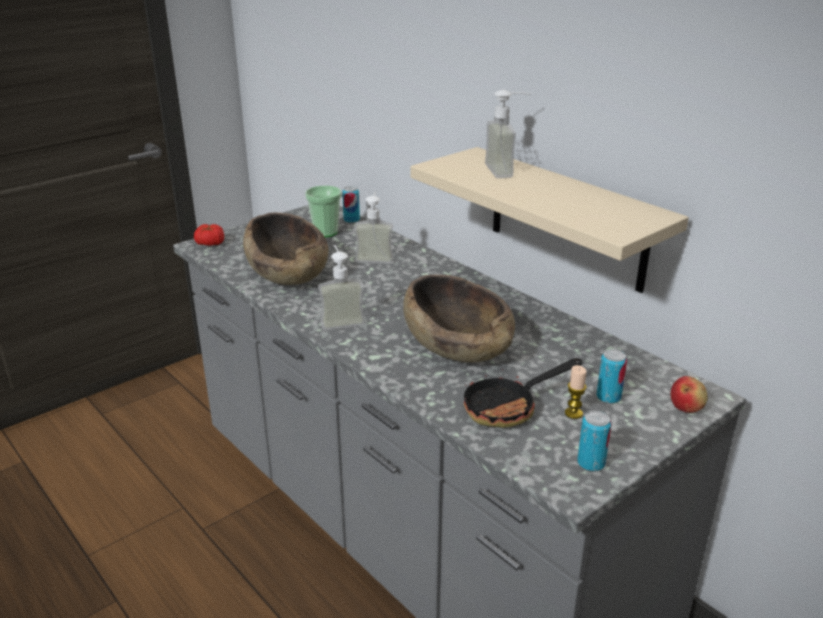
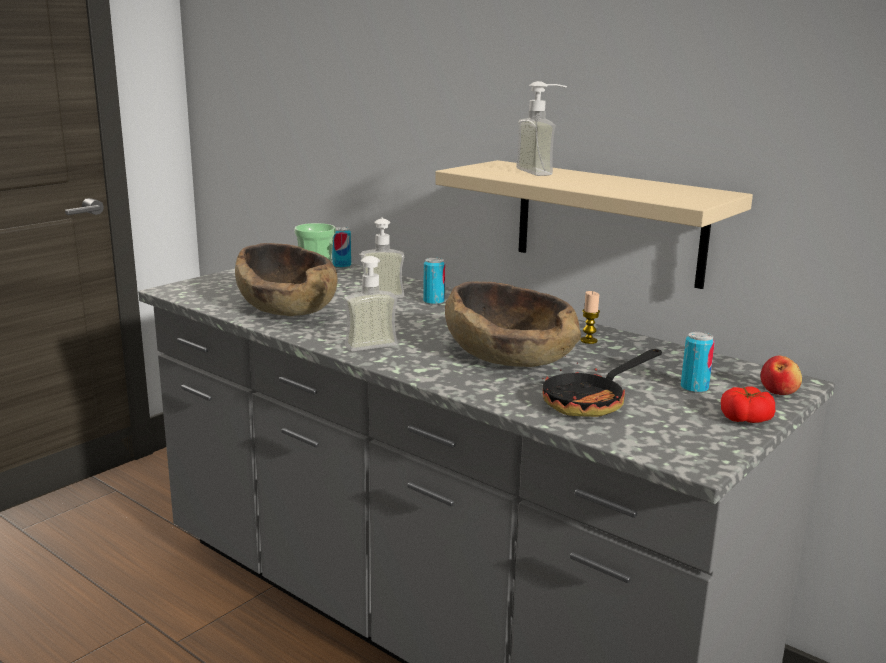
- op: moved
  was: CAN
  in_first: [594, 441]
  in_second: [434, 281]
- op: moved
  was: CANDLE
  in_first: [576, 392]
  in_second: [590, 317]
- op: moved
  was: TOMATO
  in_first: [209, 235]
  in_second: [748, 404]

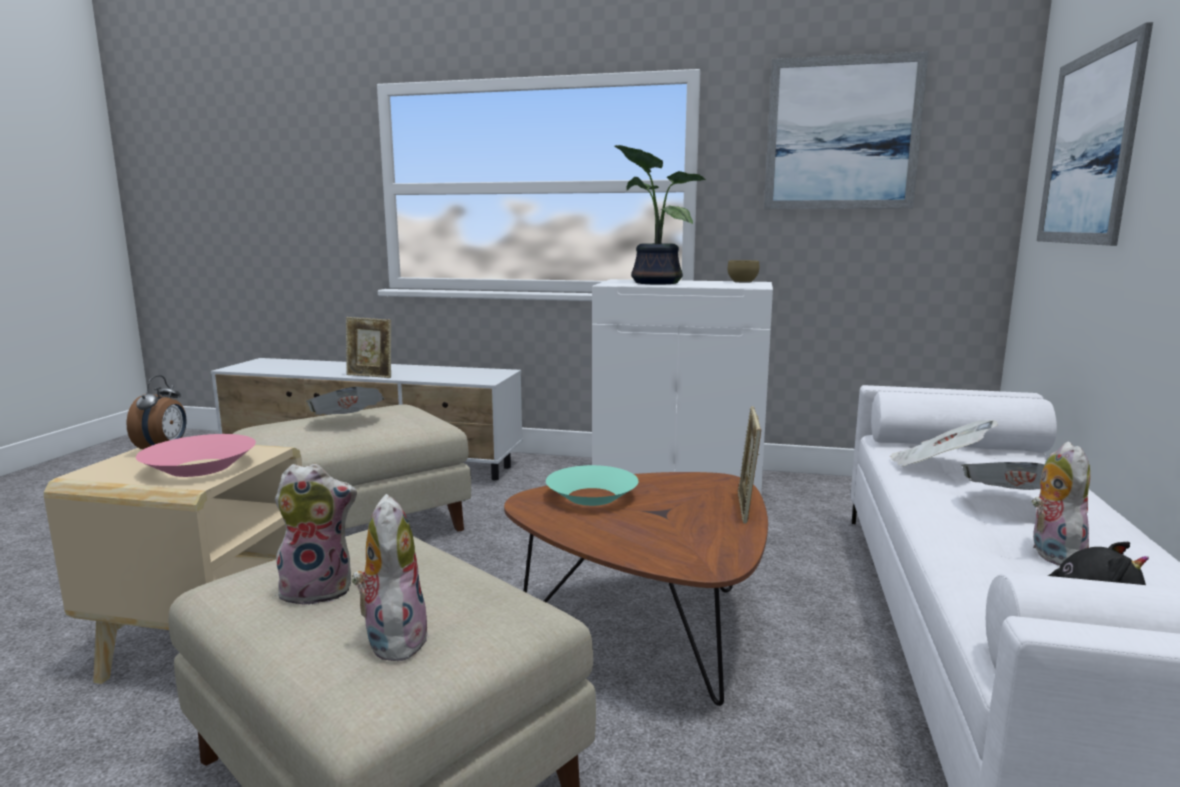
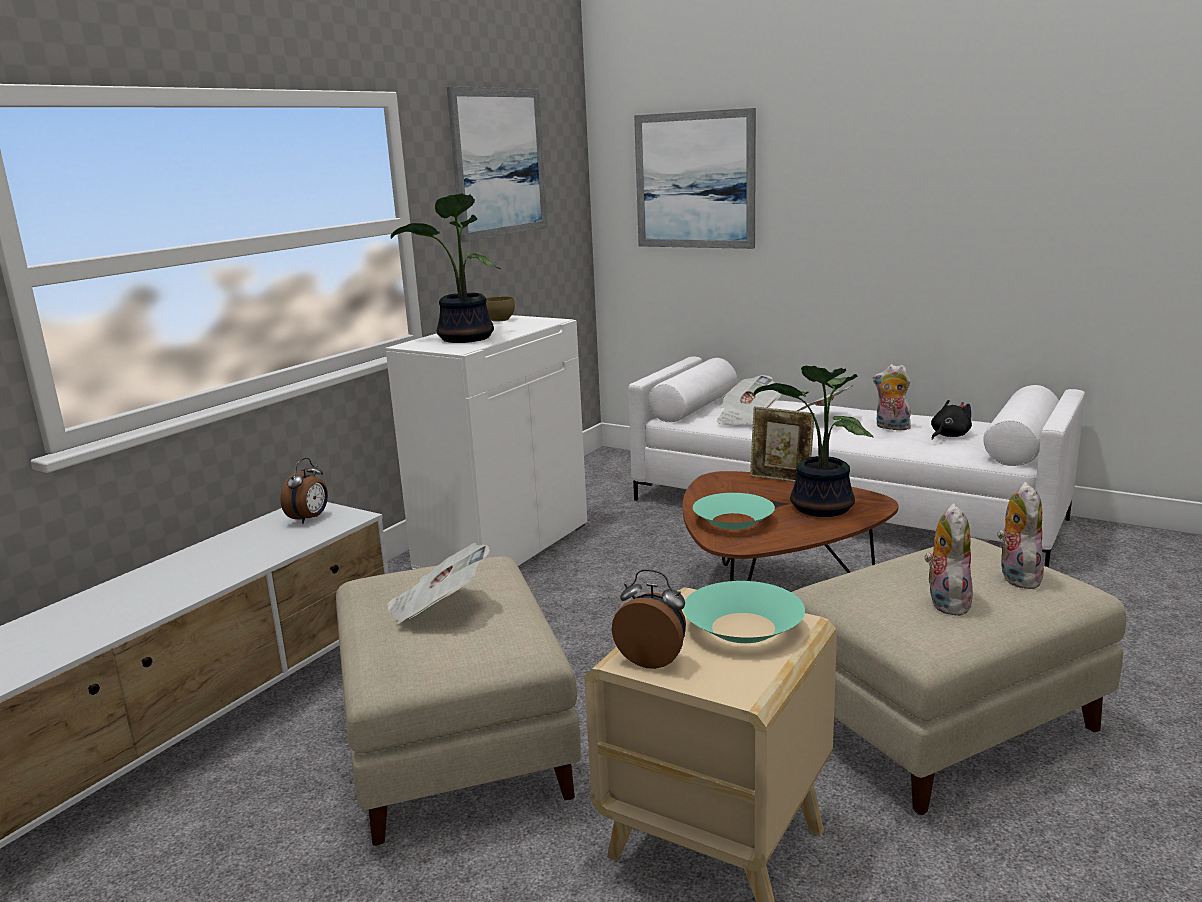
- op: added
  now: ALARM CLOCK
  in_second: [304, 491]
- op: recoloured
  was: PINK BOWL
  now: TURQUOISE BOWL
  in_first: [196, 455]
  in_second: [744, 612]
- op: added
  now: POTTED PLANT
  in_second: [813, 441]
- op: turned
  was: PLUSH TOY
  in_first: [390, 577]
  in_second: [1020, 535]
  clockwise: 90
- op: removed
  was: PICTURE FRAME
  in_first: [368, 347]

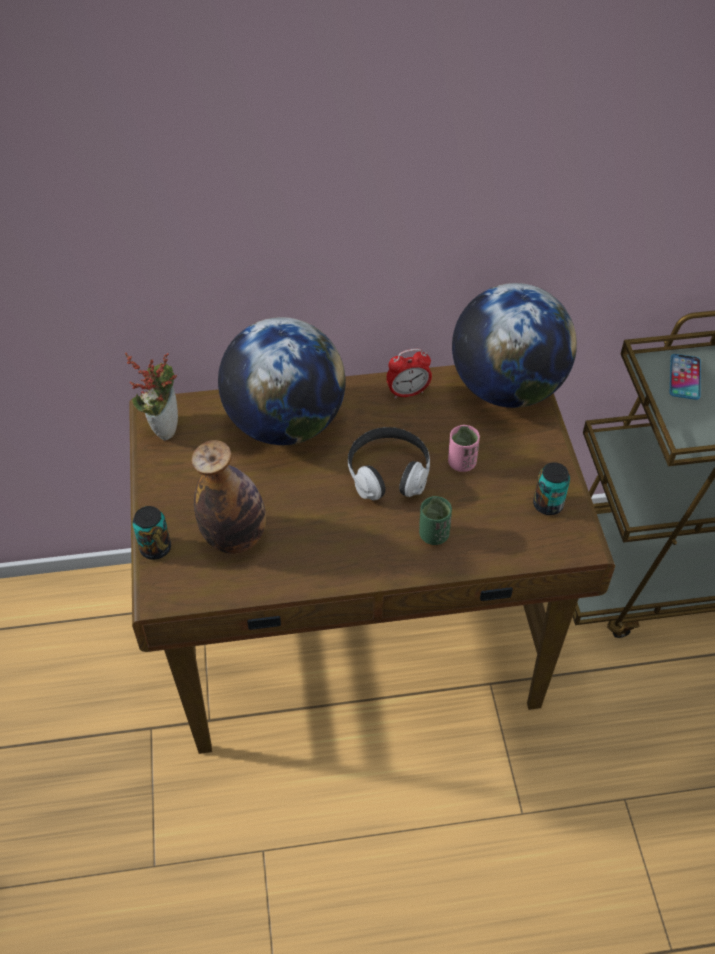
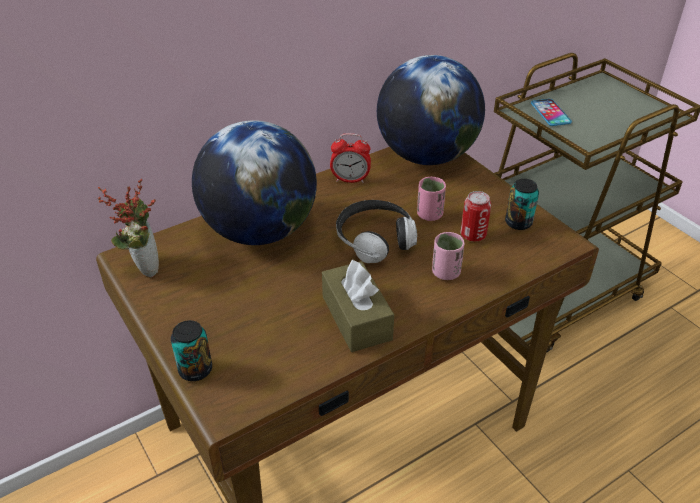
- op: added
  now: BROWN TISSUE BOX
  in_second: [358, 306]
- op: turned
  was: ALARM CLOCK
  in_first: [409, 374]
  in_second: [350, 158]
  clockwise: 45
- op: recoloured
  was: GREEN CUP
  now: PINK CUP
  in_first: [435, 520]
  in_second: [448, 256]
- op: added
  now: CAN
  in_second: [476, 216]
- op: removed
  was: BOTTLE
  in_first: [229, 497]

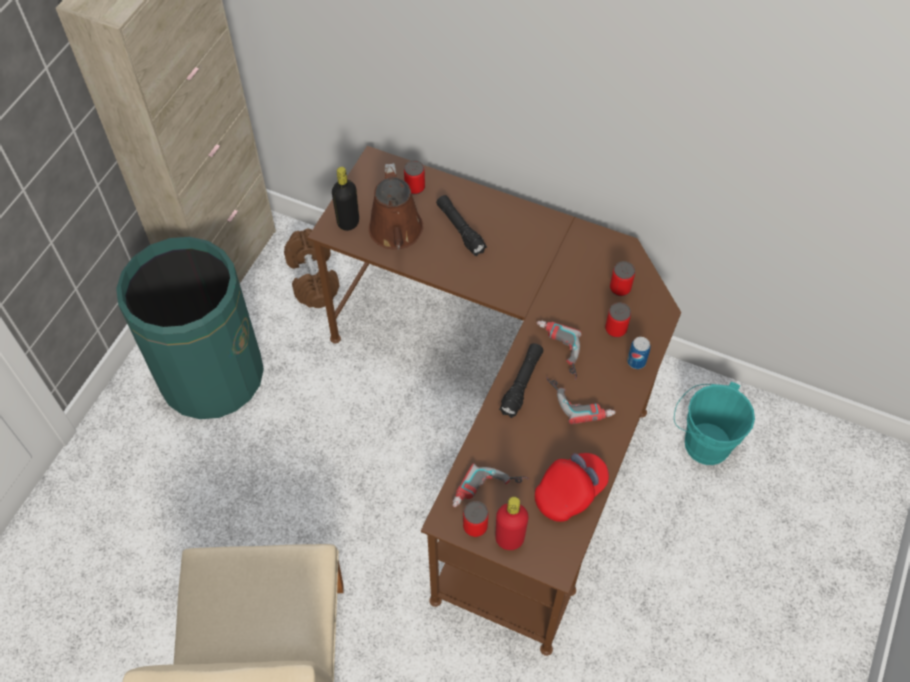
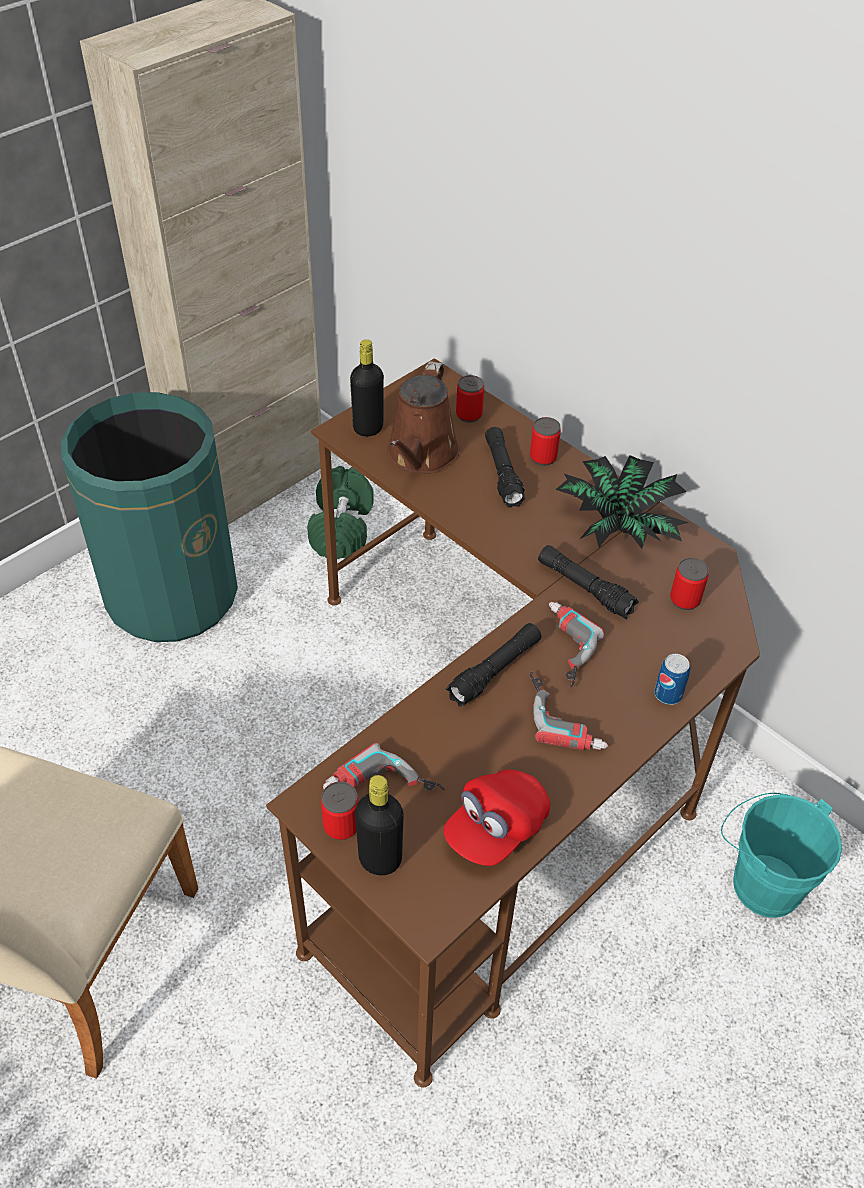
- op: recoloured
  was: BROWN DUMBBELL
  now: GREEN DUMBBELL
  in_first: [312, 268]
  in_second: [340, 512]
- op: recoloured
  was: RED BOTTLE
  now: BLACK BOTTLE
  in_first: [512, 523]
  in_second: [379, 825]
- op: turned
  was: RED CAP
  in_first: [572, 487]
  in_second: [497, 818]
  clockwise: 150
- op: moved
  was: CAN
  in_first: [618, 320]
  in_second: [545, 441]
- op: added
  now: BLACK FLASHLIGHT
  in_second: [588, 582]
- op: added
  now: POTTED PLANT
  in_second: [622, 502]

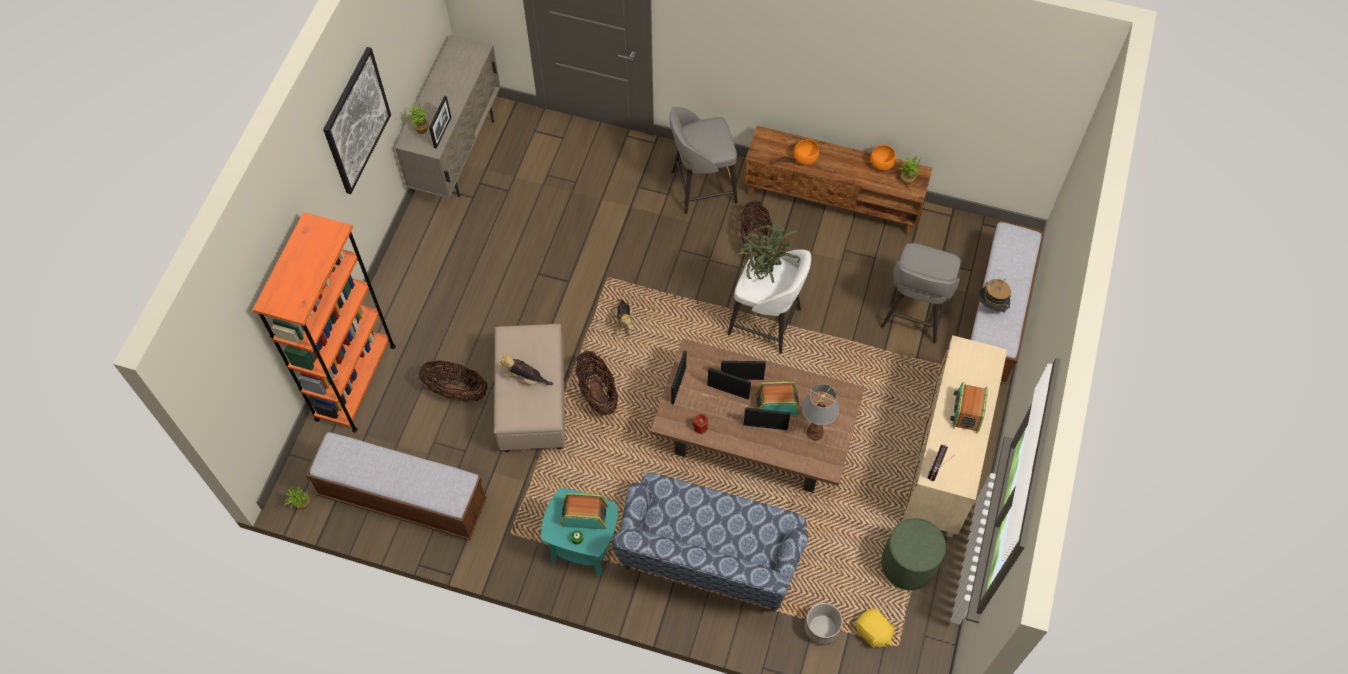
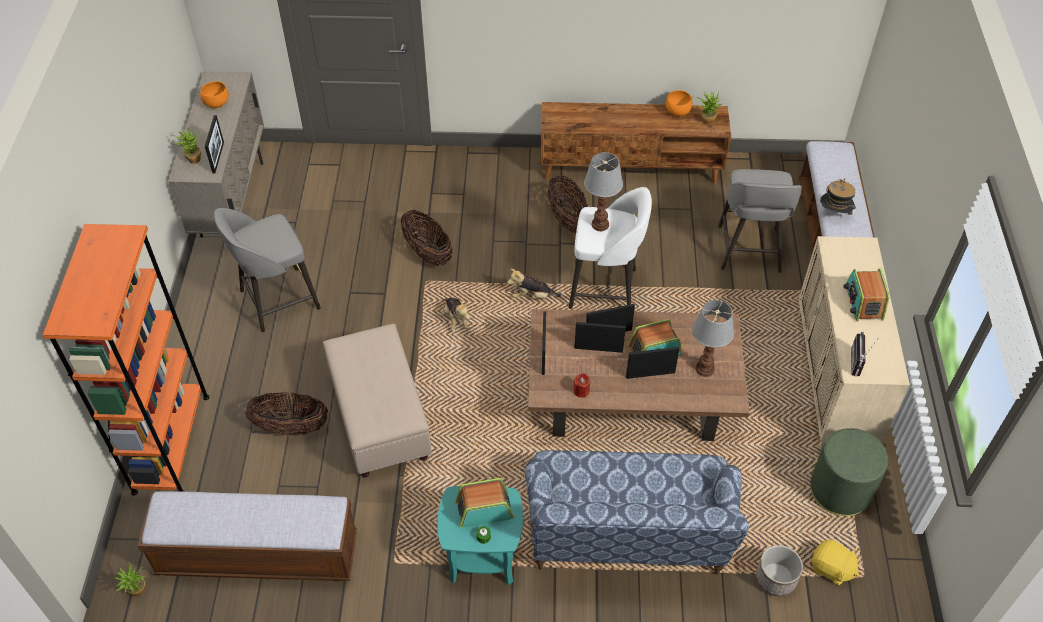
- op: moved
  was: ORANGE BOWL
  in_first: [806, 152]
  in_second: [214, 94]
- op: moved
  was: GREY STOOL
  in_first: [704, 160]
  in_second: [267, 270]
- op: moved
  was: BASKET
  in_first: [597, 383]
  in_second: [427, 238]
- op: moved
  was: PLUSH TOY
  in_first: [525, 369]
  in_second: [534, 284]
- op: replaced
  was: POTTED PLANT
  now: TABLE LAMP
  in_first: [766, 253]
  in_second: [603, 191]
- op: removed
  was: PICTURE
  in_first: [357, 120]

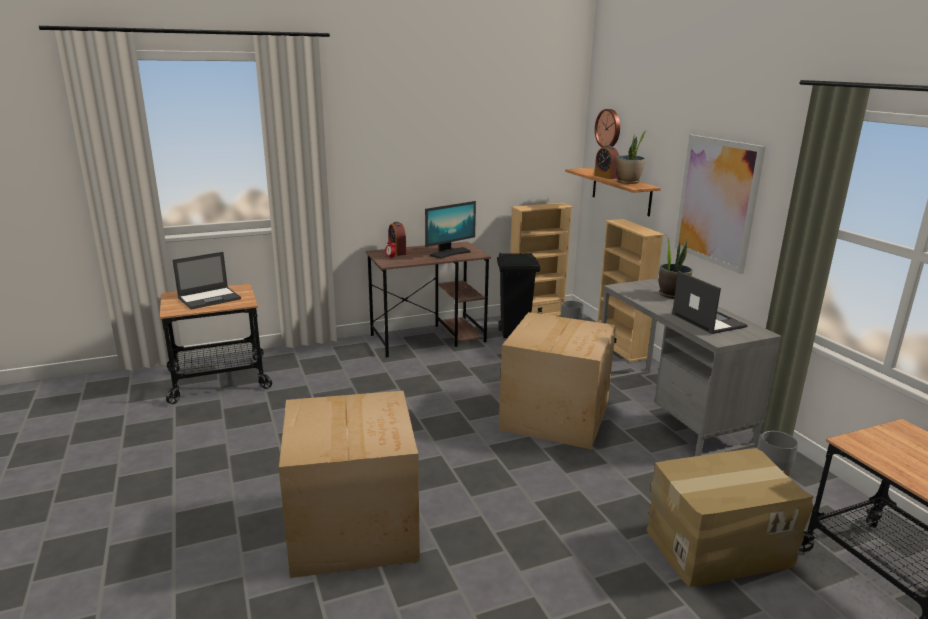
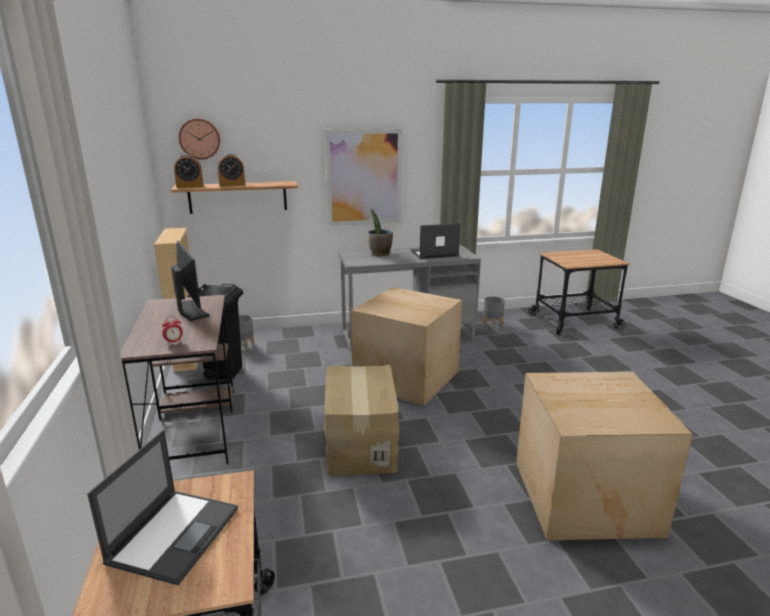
- op: turned
  was: LAPTOP
  in_first: [206, 281]
  in_second: [162, 508]
  clockwise: 45
- op: moved
  was: ALARM CLOCK
  in_first: [397, 239]
  in_second: [188, 171]
- op: moved
  was: CARDBOARD BOX
  in_first: [730, 517]
  in_second: [361, 420]
- op: removed
  was: BEIGE BOOKCASE
  in_first: [630, 290]
- op: removed
  was: POTTED PLANT
  in_first: [631, 157]

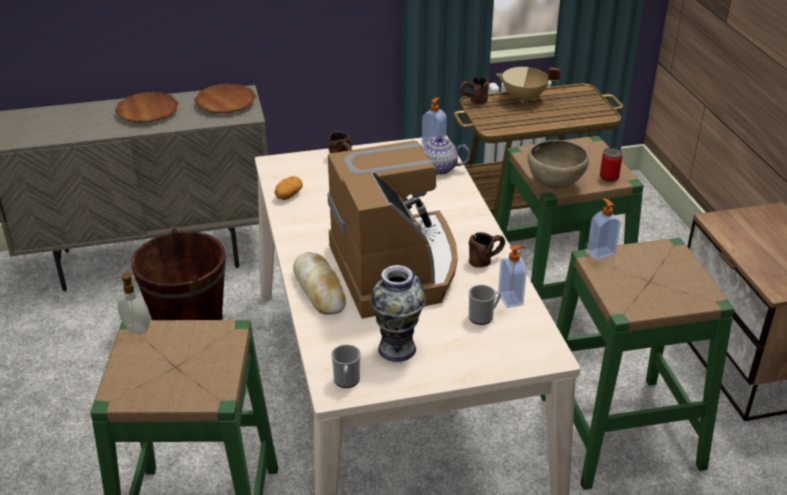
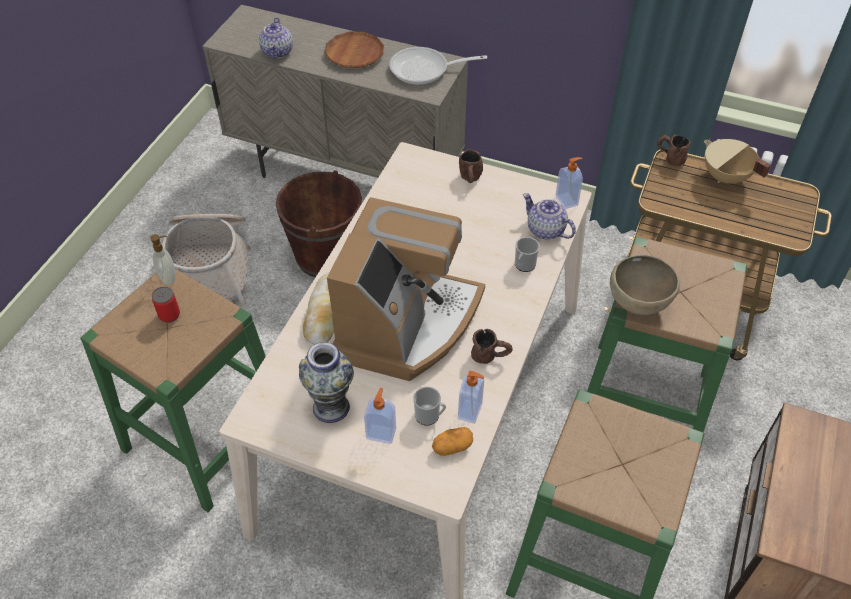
- op: moved
  was: CAN
  in_first: [611, 165]
  in_second: [166, 305]
- op: added
  now: BASKET
  in_second: [206, 260]
- op: added
  now: TEAPOT
  in_second: [276, 38]
- op: moved
  was: SOAP DISPENSER
  in_first: [604, 229]
  in_second: [380, 416]
- op: replaced
  was: BROWN PLATE
  now: FRYING PAN
  in_first: [225, 98]
  in_second: [438, 66]
- op: moved
  was: POTATO
  in_first: [289, 188]
  in_second: [452, 441]
- op: moved
  was: MUG
  in_first: [346, 366]
  in_second: [527, 254]

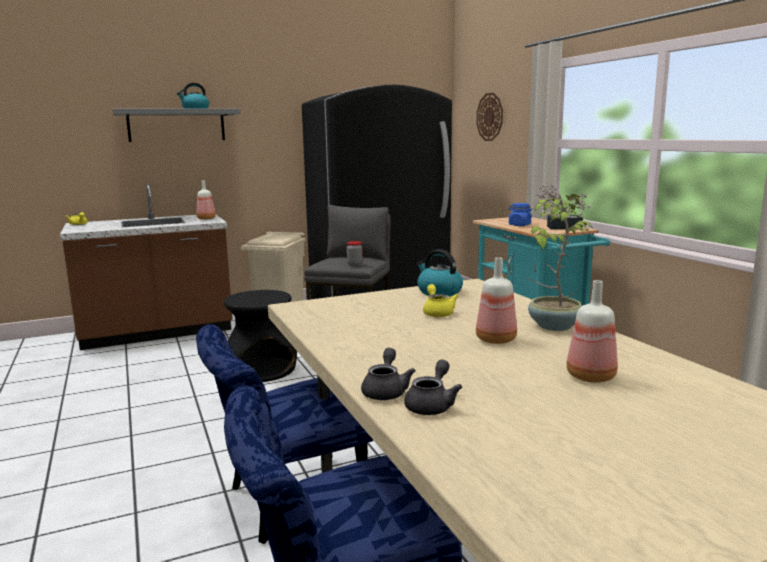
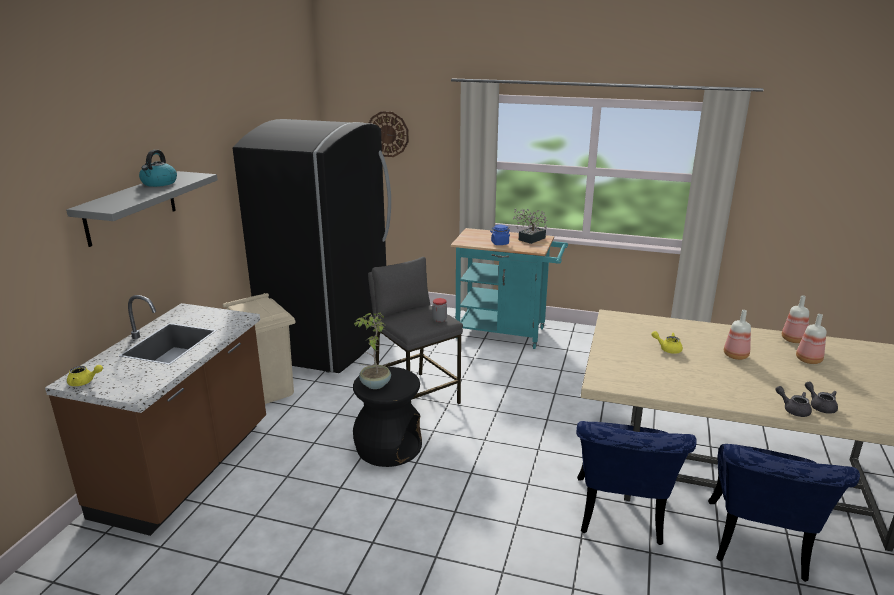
- op: moved
  was: POTTED PLANT
  in_first: [559, 262]
  in_second: [372, 351]
- op: moved
  was: BOTTLE
  in_first: [206, 200]
  in_second: [795, 319]
- op: removed
  was: KETTLE
  in_first: [440, 272]

